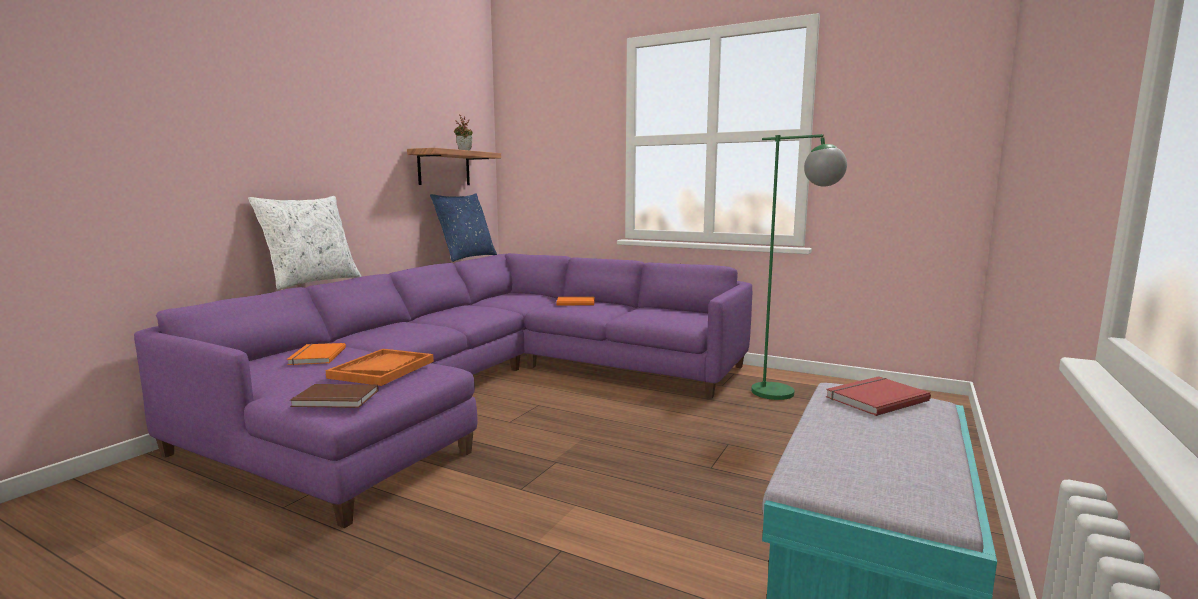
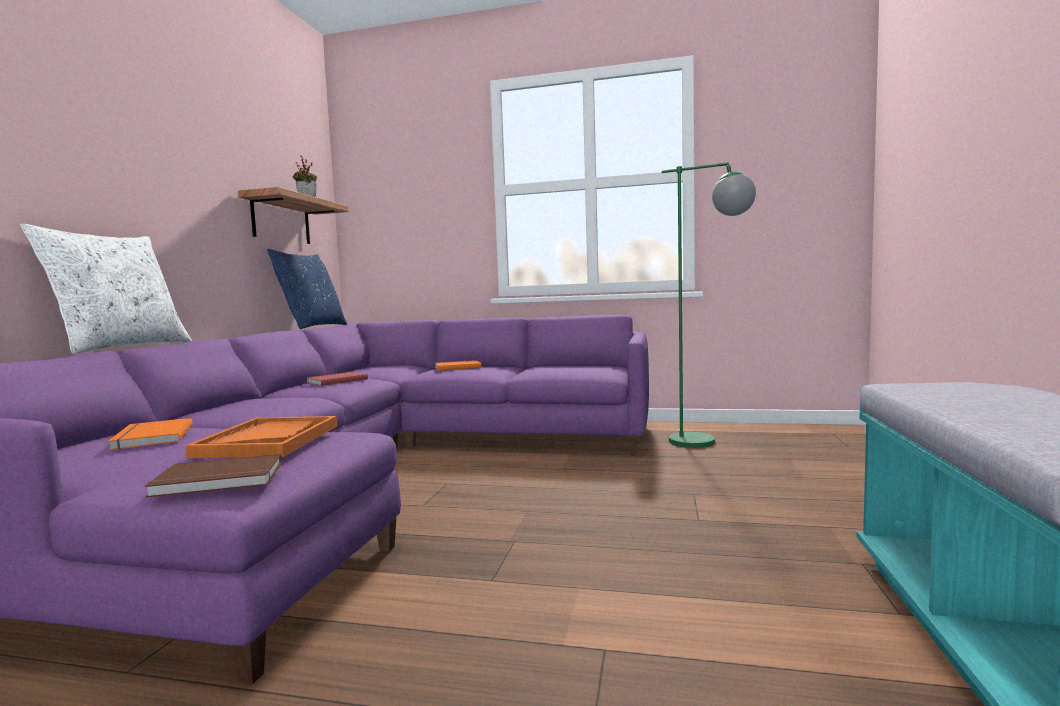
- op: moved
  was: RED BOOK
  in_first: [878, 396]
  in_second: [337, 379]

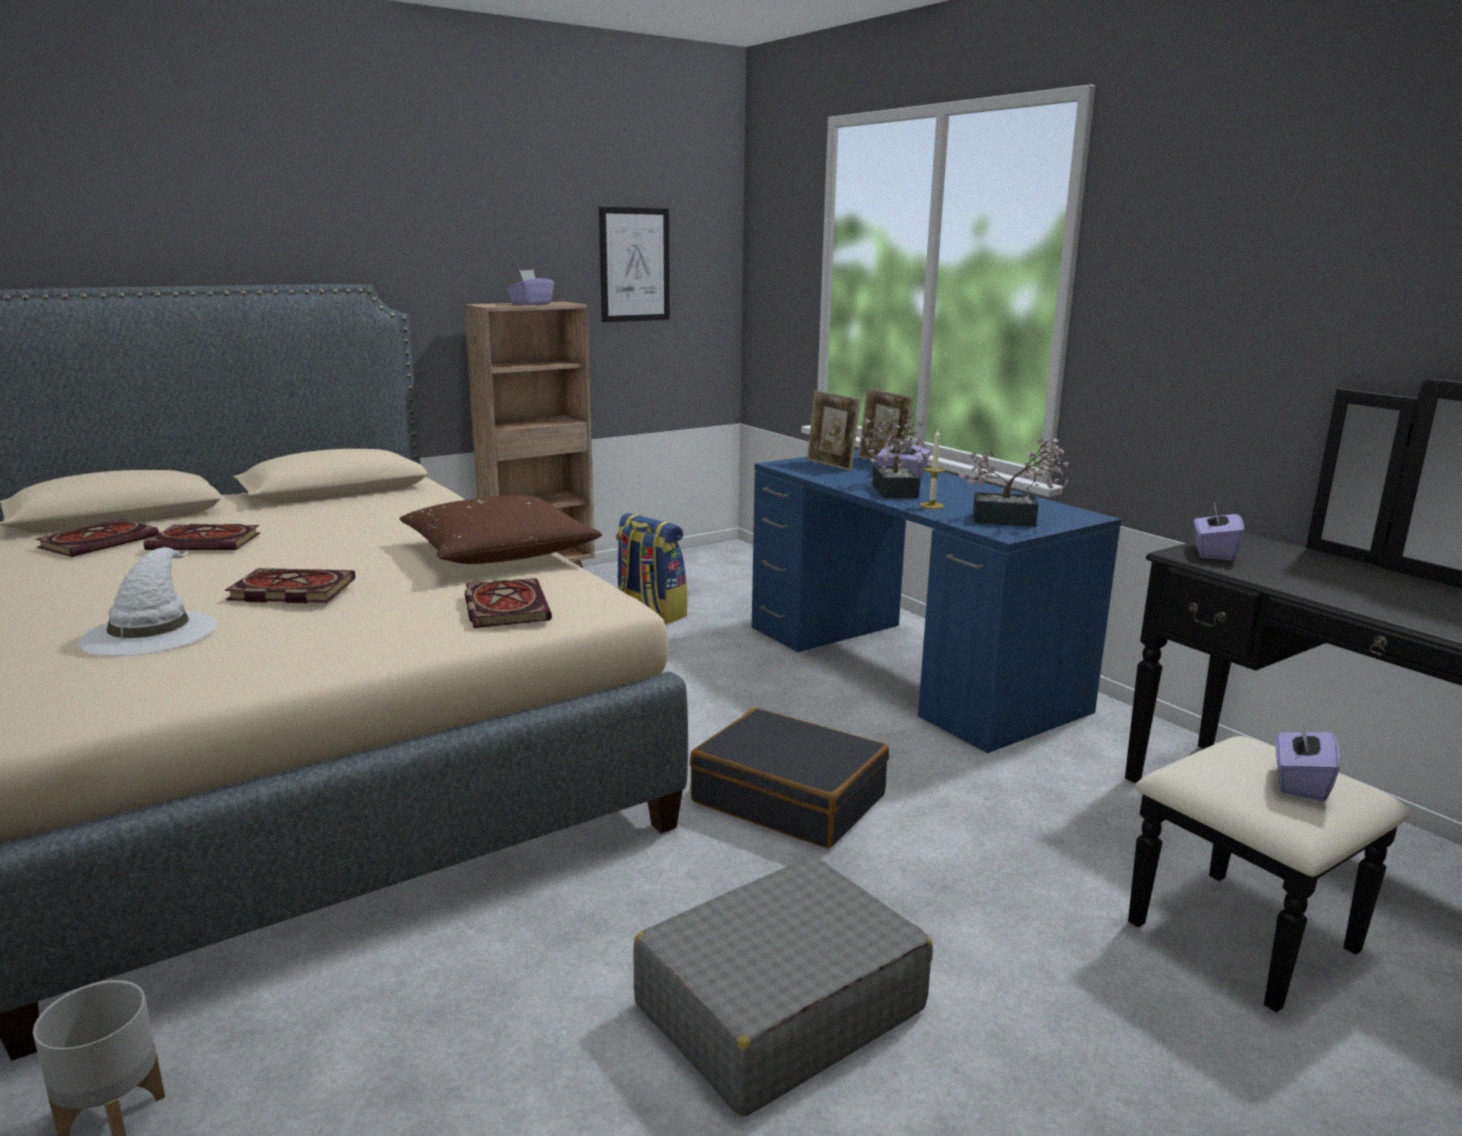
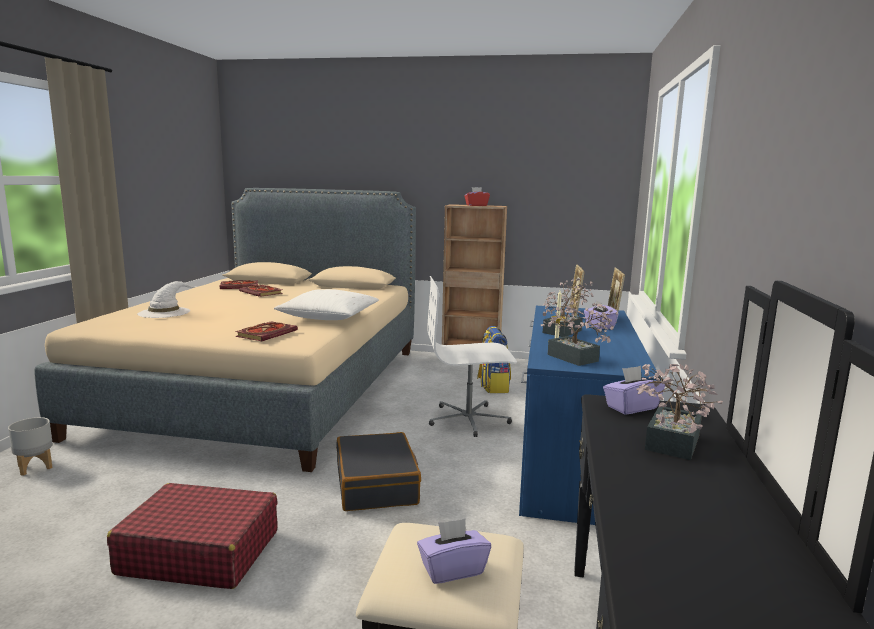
- op: recoloured
  was: GREY SUITCASE
  now: RED SUITCASE
  in_first: [783, 986]
  in_second: [192, 536]
- op: recoloured
  was: BROWN PILLOW
  now: WHITE PILLOW
  in_first: [500, 529]
  in_second: [326, 304]
- op: added
  now: WHITE OFFICE CHAIR
  in_second: [472, 356]
- op: recoloured
  was: PURPLE TISSUE BOX
  now: RED TISSUE BOX
  in_first: [530, 287]
  in_second: [477, 196]
- op: added
  now: POTTED PLANT
  in_second: [679, 412]
- op: removed
  was: BOOK
  in_first: [290, 585]
- op: removed
  was: PICTURE
  in_first: [634, 264]

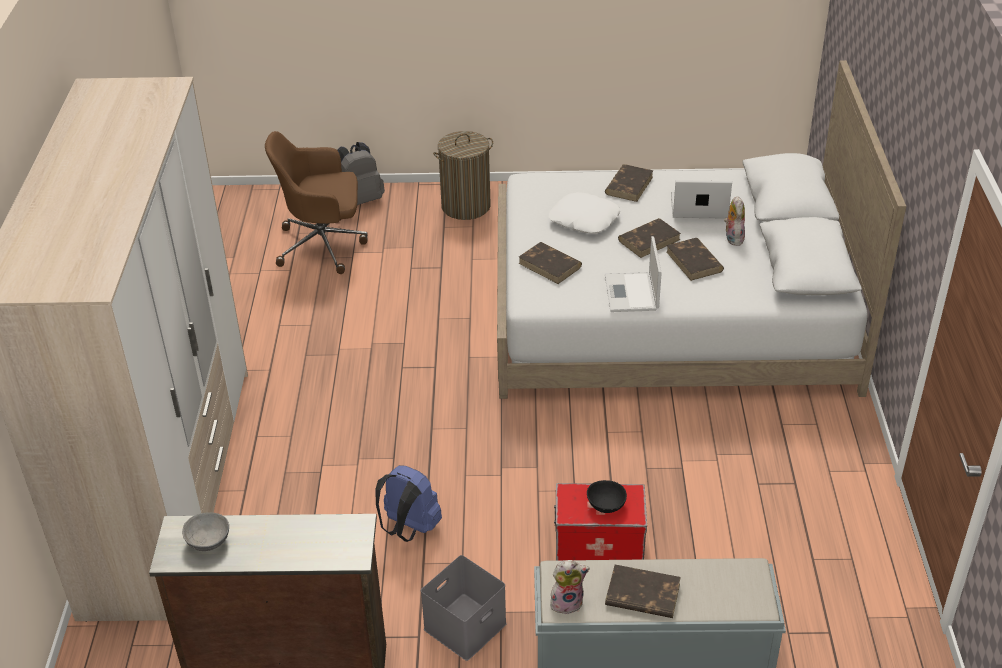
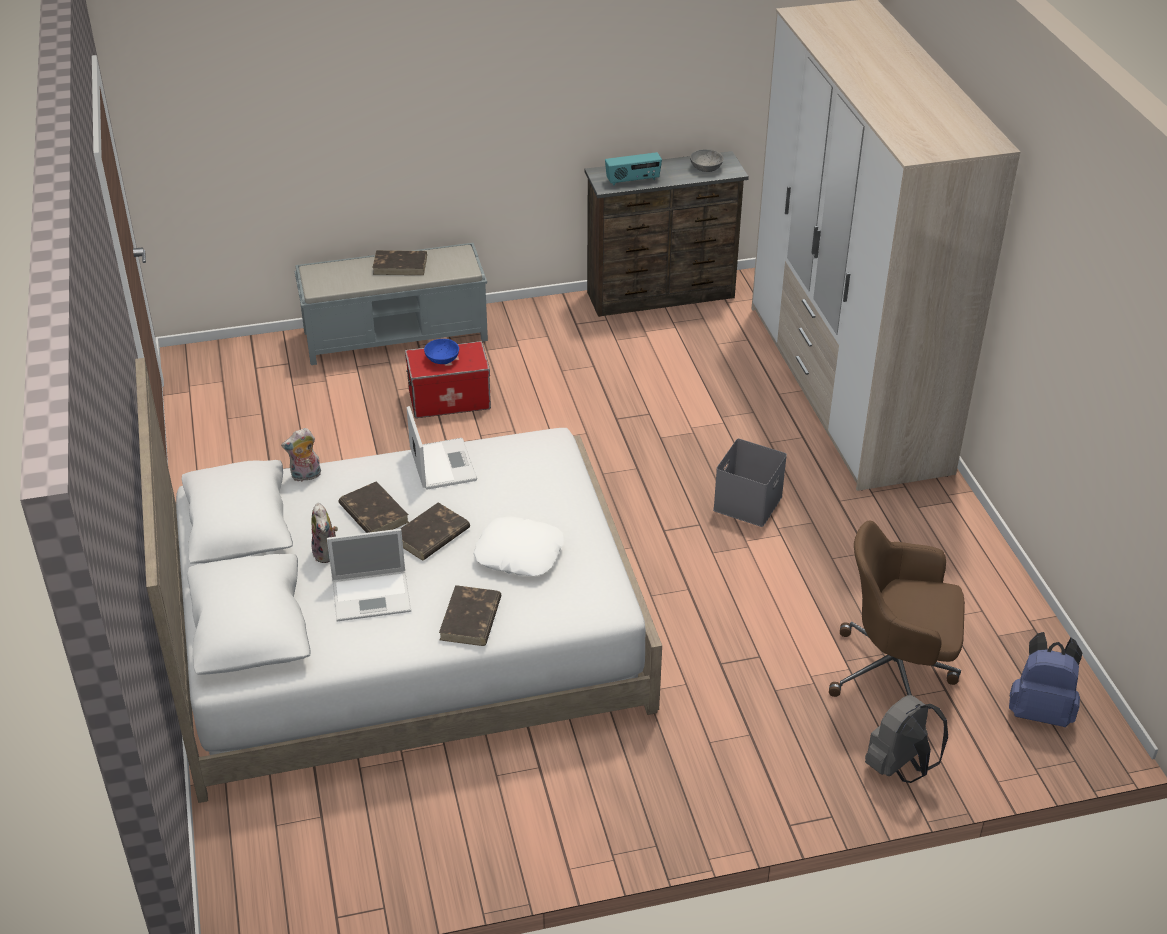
- op: moved
  was: PLUSH TOY
  in_first: [570, 587]
  in_second: [301, 455]
- op: recoloured
  was: BLACK BOWL
  now: BLUE BOWL
  in_first: [607, 496]
  in_second: [441, 351]
- op: added
  now: RADIO
  in_second: [633, 169]
- op: moved
  was: GREY STORAGE BOX
  in_first: [464, 608]
  in_second: [750, 483]
- op: turned
  was: BROWN OFFICE CHAIR
  in_first: [316, 202]
  in_second: [897, 609]
  clockwise: -150
- op: moved
  was: BLUE BACKPACK
  in_first: [408, 503]
  in_second: [1045, 679]
- op: removed
  was: LAUNDRY BASKET
  in_first: [463, 175]
- op: removed
  was: BROWN BOOK
  in_first: [550, 263]

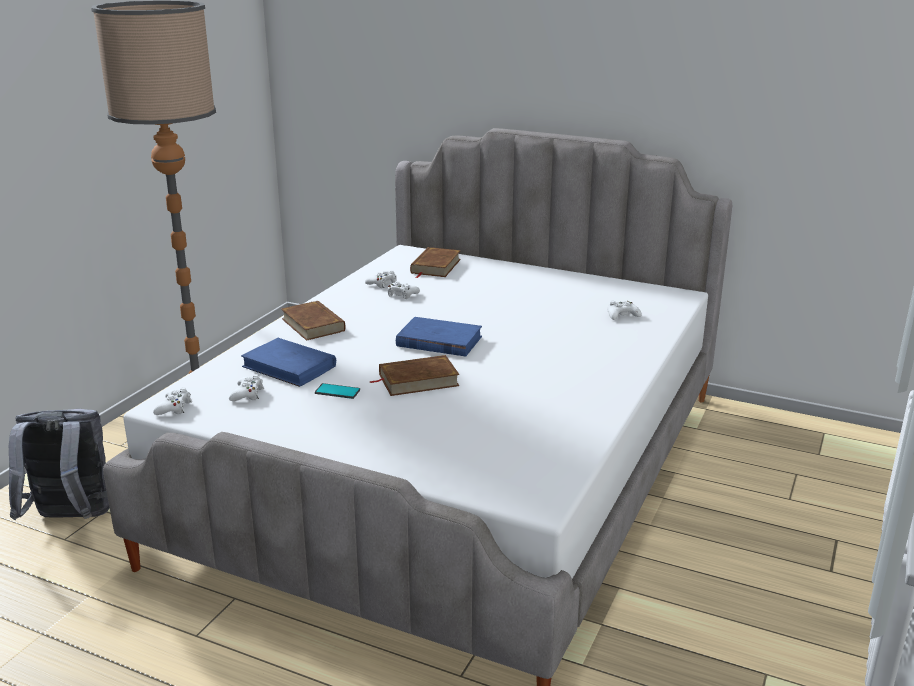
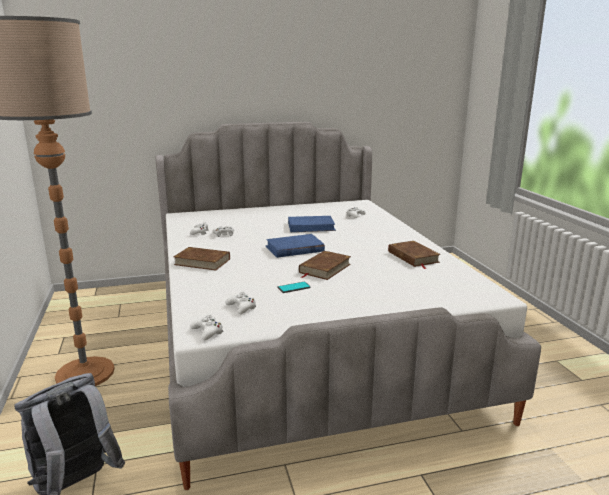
- op: moved
  was: BLUE BOOK
  in_first: [288, 362]
  in_second: [312, 224]
- op: moved
  was: BROWN BOOK
  in_first: [435, 262]
  in_second: [414, 255]

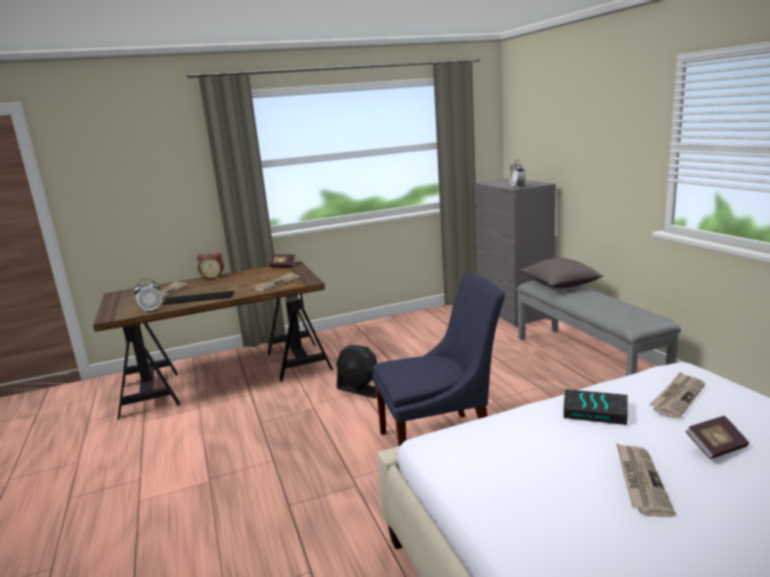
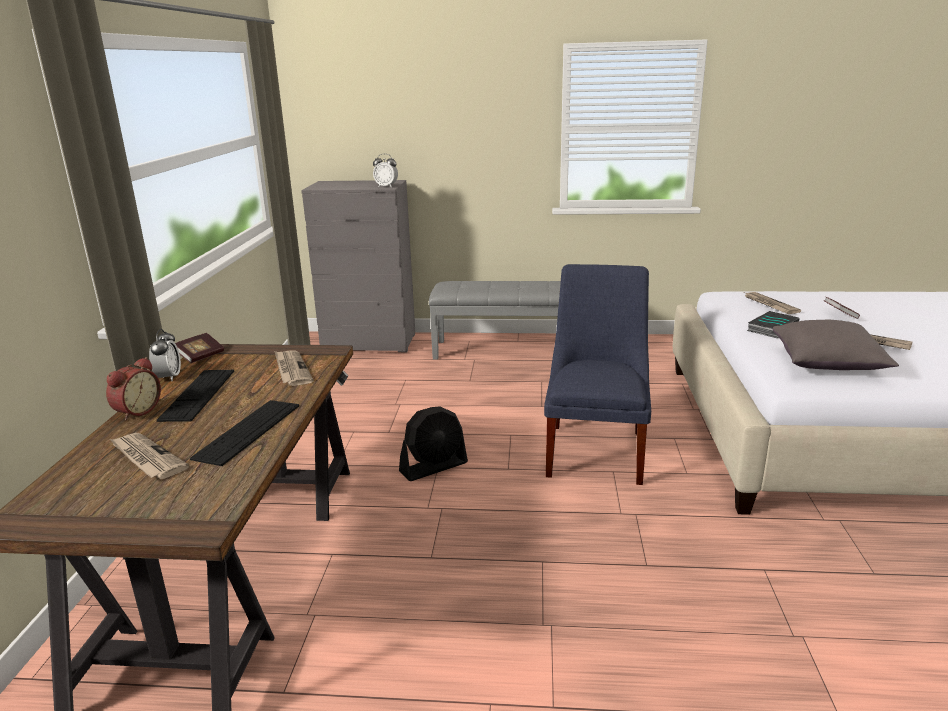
- op: moved
  was: ALARM CLOCK
  in_first: [148, 295]
  in_second: [165, 355]
- op: added
  now: KEYBOARD
  in_second: [195, 396]
- op: moved
  was: GREY PILLOW
  in_first: [561, 273]
  in_second: [836, 345]

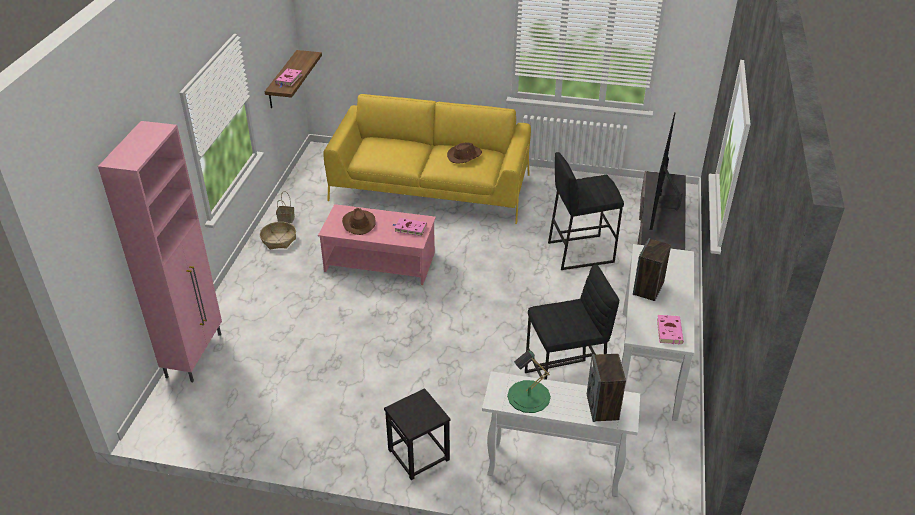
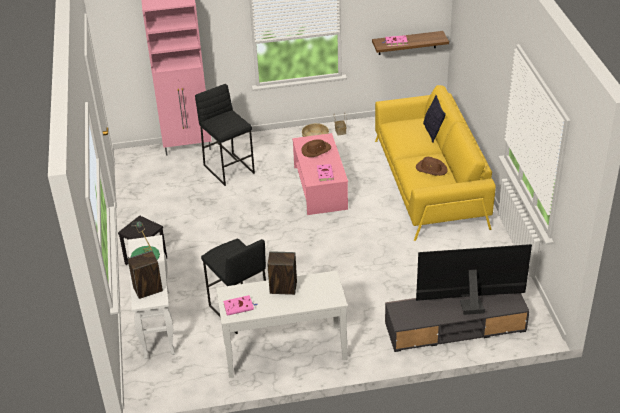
- op: moved
  was: BLACK STOOL
  in_first: [586, 211]
  in_second: [225, 135]
- op: added
  now: PILLOW
  in_second: [434, 119]

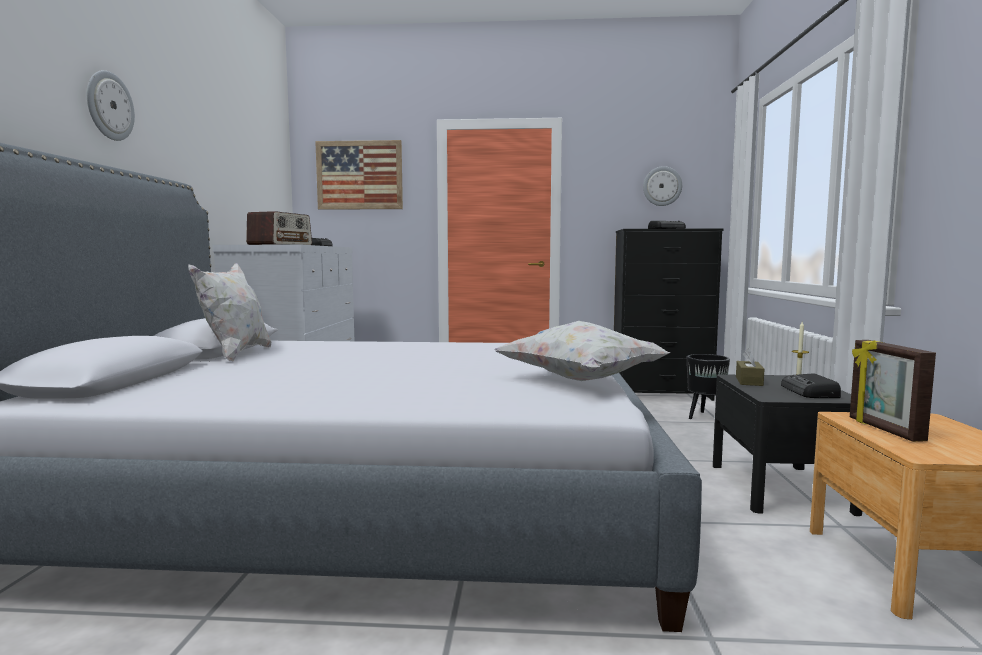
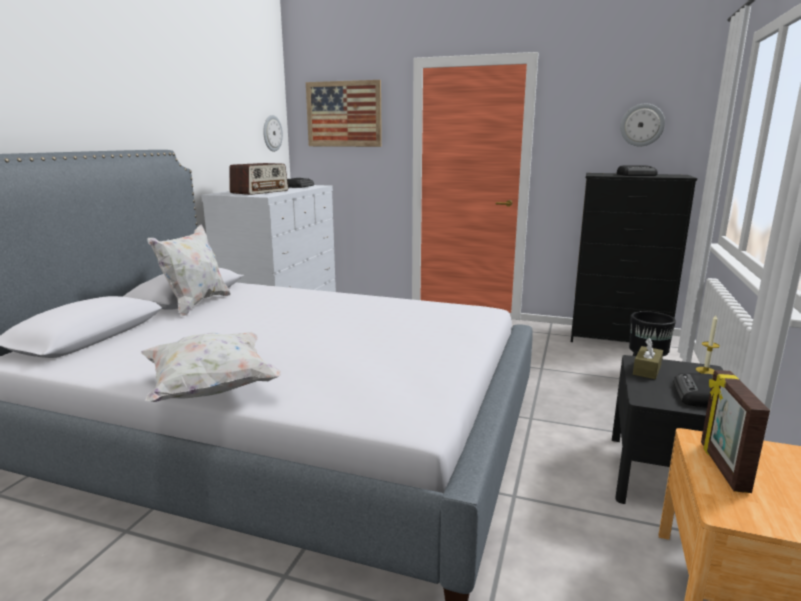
- op: moved
  was: WHITE PILLOW
  in_first: [582, 351]
  in_second: [211, 367]
- op: moved
  was: WALL CLOCK
  in_first: [111, 105]
  in_second: [273, 133]

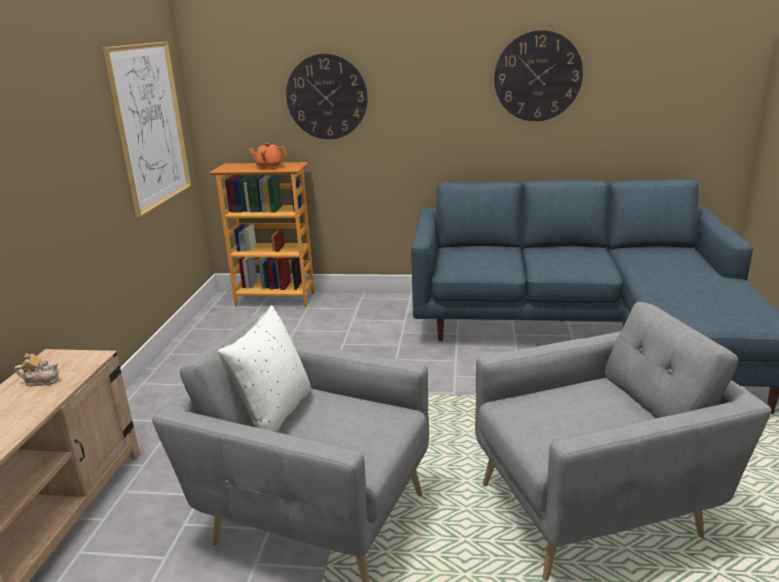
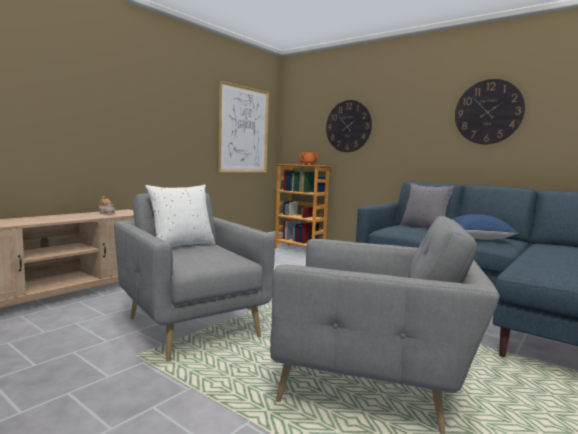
- op: added
  now: GREY PILLOW
  in_second: [427, 205]
- op: added
  now: BLUE PILLOW
  in_second: [485, 227]

